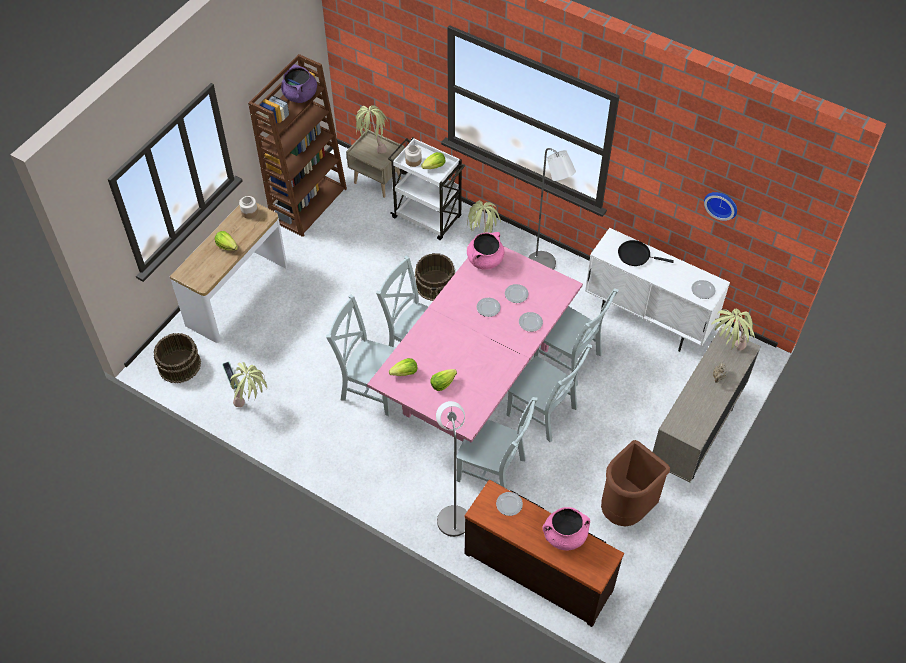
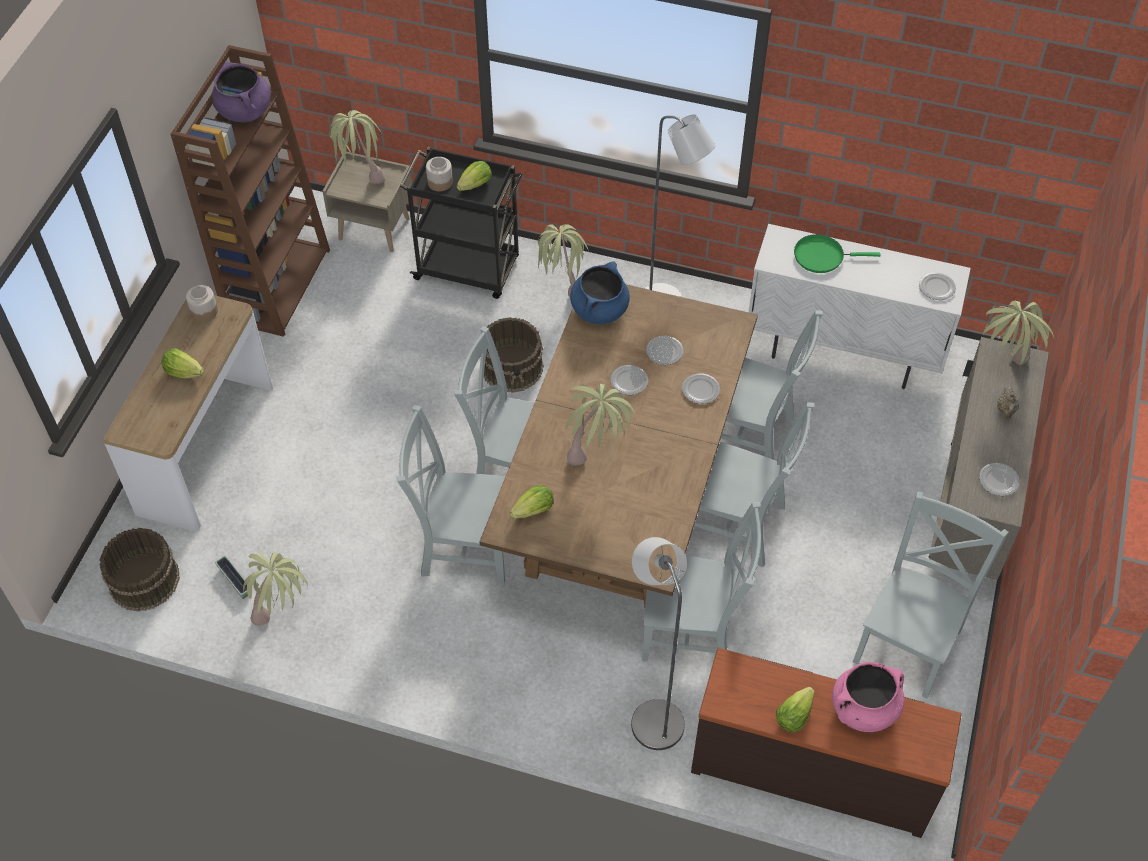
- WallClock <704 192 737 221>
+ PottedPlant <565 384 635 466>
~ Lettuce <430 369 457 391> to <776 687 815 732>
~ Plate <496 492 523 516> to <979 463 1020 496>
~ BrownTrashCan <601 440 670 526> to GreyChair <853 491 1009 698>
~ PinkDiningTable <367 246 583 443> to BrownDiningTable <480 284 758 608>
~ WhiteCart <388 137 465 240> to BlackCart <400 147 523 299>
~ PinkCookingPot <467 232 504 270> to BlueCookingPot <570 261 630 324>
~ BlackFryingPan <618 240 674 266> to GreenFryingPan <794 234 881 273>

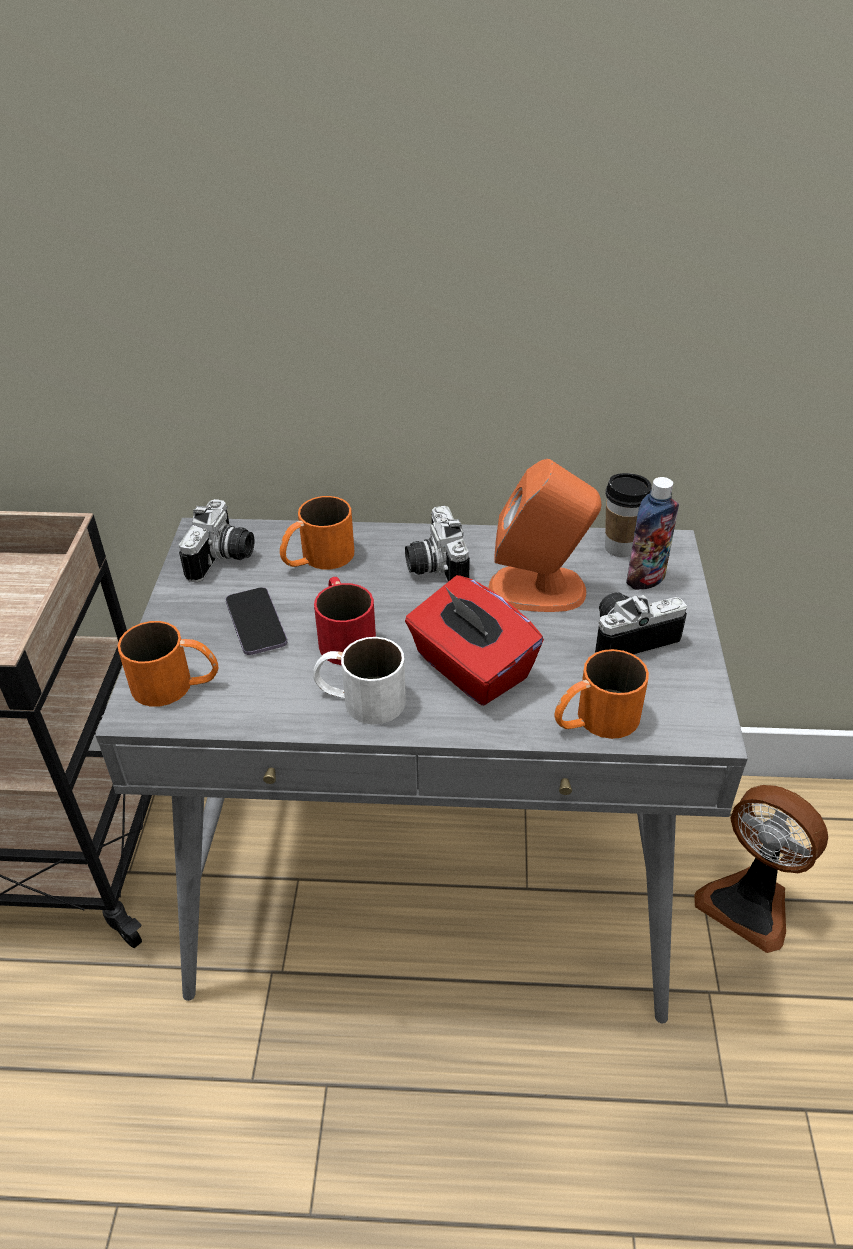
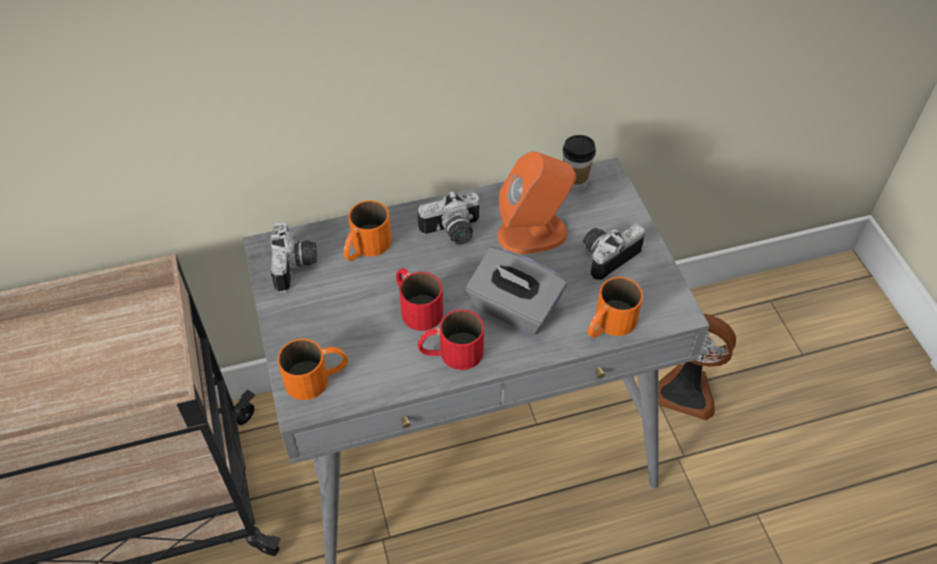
- Phone <226 587 287 655>
- Bottle <626 477 679 590>
~ WhiteMug <313 637 406 725> to RedMug <418 309 484 370>
~ RedTissueBox <405 575 544 705> to GreyTissueBox <466 247 567 335>
~ PhotoCamera <405 506 470 582> = <417 190 479 245> 75 degrees counterclockwise

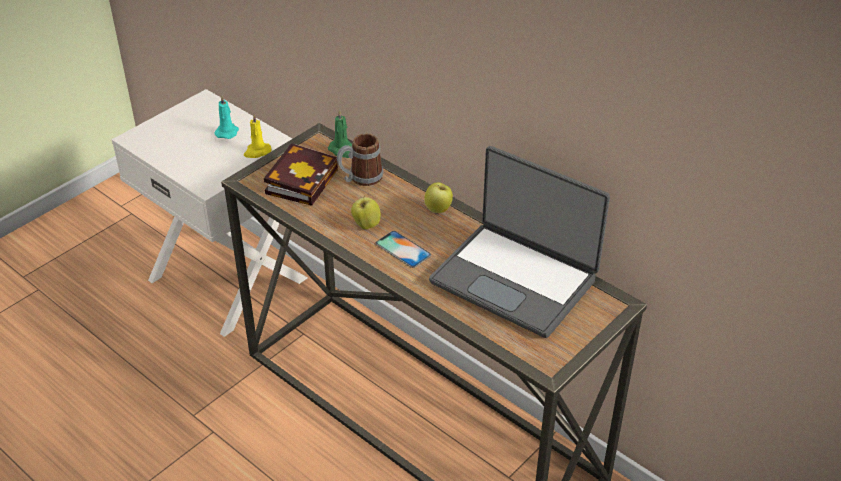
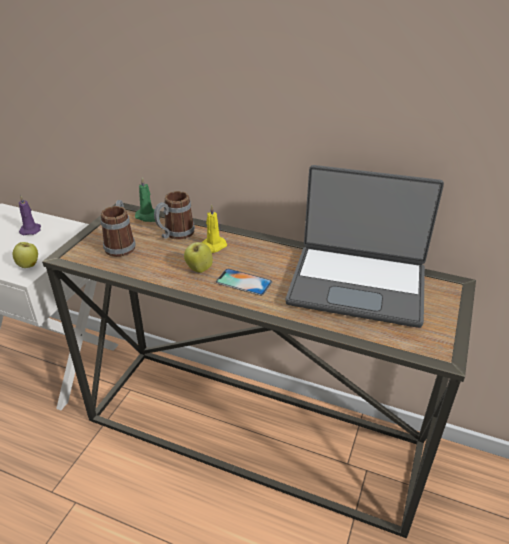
~ YellowCandle <244 114 272 158> to <202 205 227 253>
~ Apple <424 182 453 213> to <13 242 38 268>
~ Book <264 143 338 206> to Mug <101 200 135 257>
~ TurquoiseCandle <214 96 239 139> to PurpleCandle <19 195 41 235>

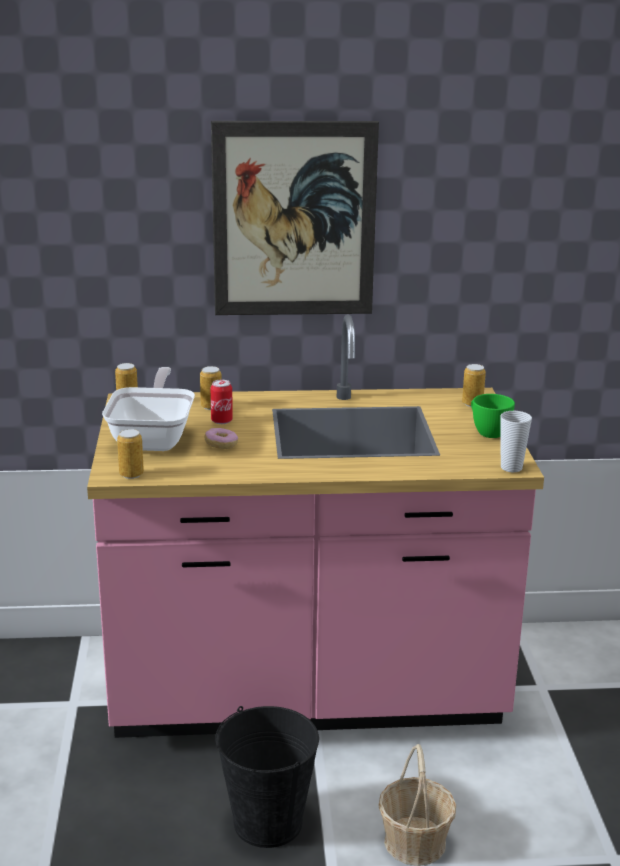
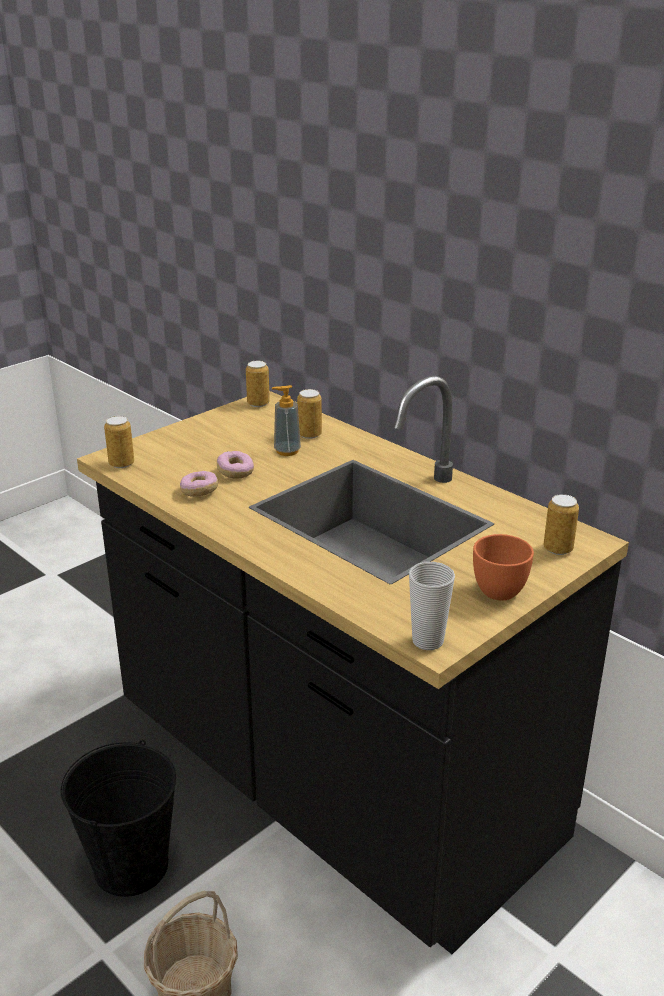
- FryingPan <102 367 195 451>
- Picture <211 121 379 315>
+ Donut <180 471 218 497>
~ Can <211 380 233 424> to SoapDispenser <272 385 301 456>
~ PinkCounter <87 315 544 738> to BlackCounter <77 376 629 954>
~ GreenCup <471 394 515 438> to OrangeCup <473 534 534 601>

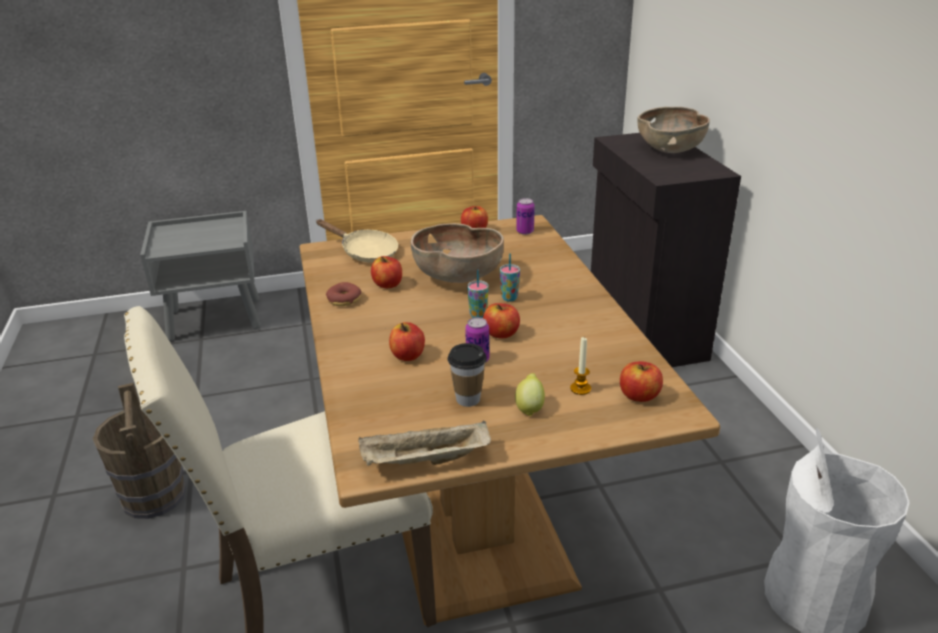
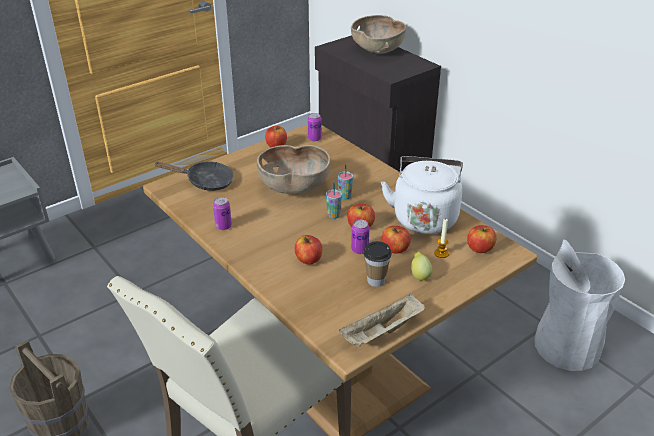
+ WhiteKettle <381 156 463 234>
~ Apple <371 256 402 288> to <382 226 411 254>
~ Donut <326 282 361 306> to Can <213 197 232 230>
~ BeigeFryingPan <316 219 398 263> to BlackFryingPan <154 161 234 191>

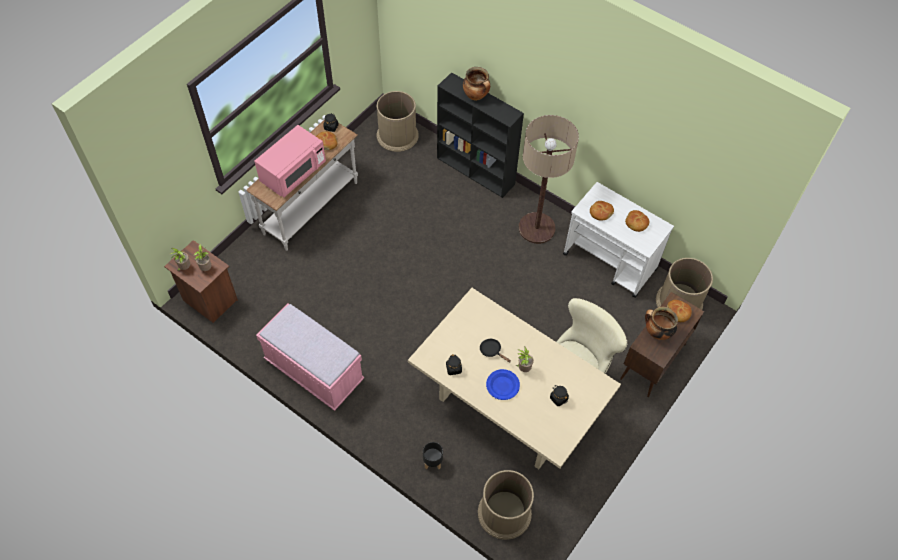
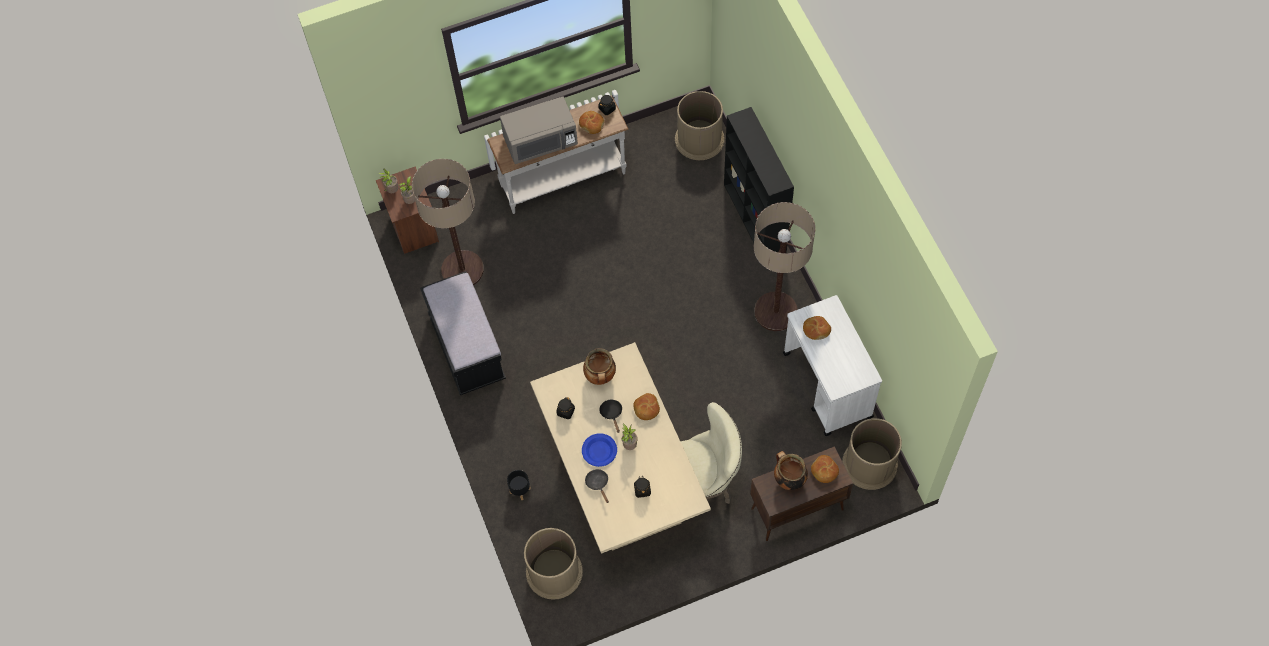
+ FloorLamp <412 159 484 285>
+ BlackFryingPan <585 469 609 503>
~ CookingPot <463 67 490 101> to <583 348 616 385>
~ Bread <625 210 649 232> to <633 393 660 420>
~ PinkMicrowave <254 125 326 197> to GreyMicrowave <500 97 578 164>
~ PinkBench <256 303 364 411> to BlackBench <420 271 506 395>

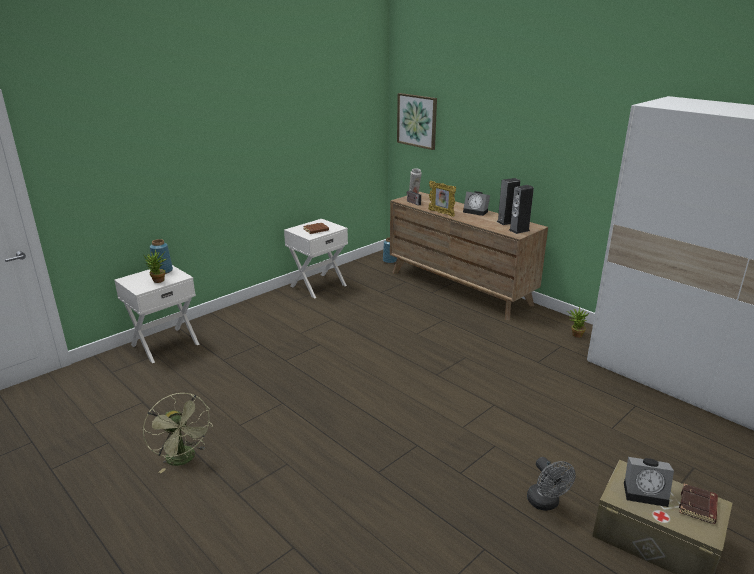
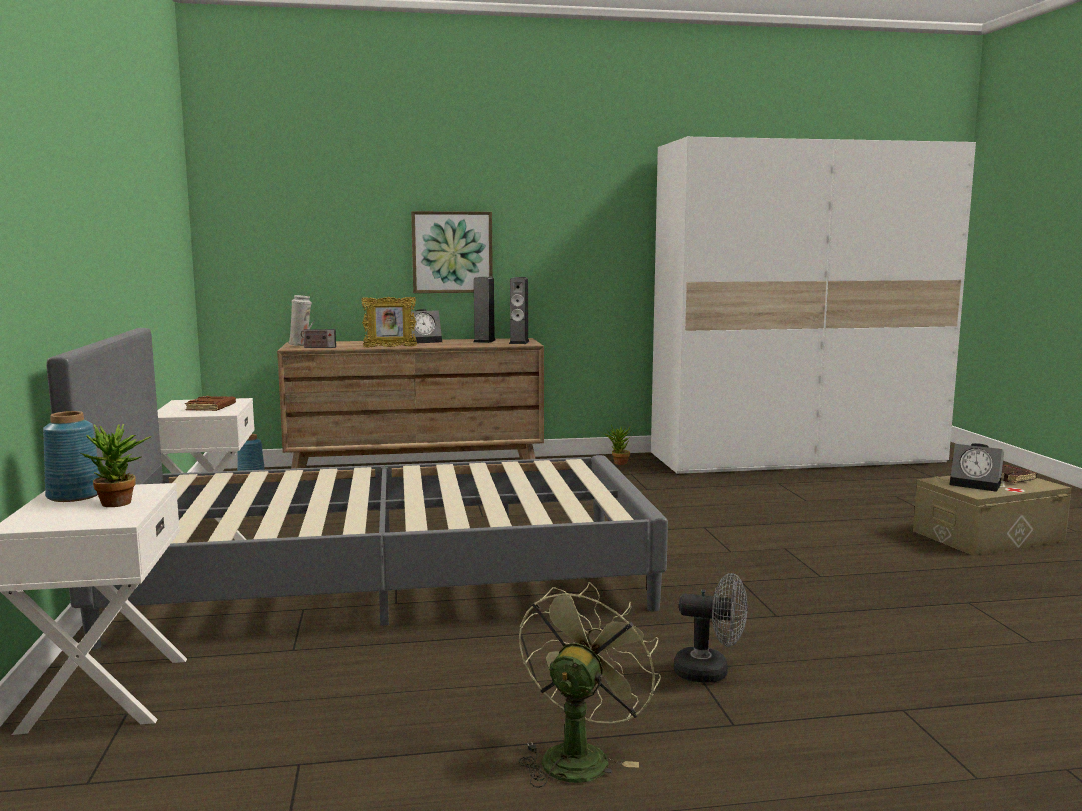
+ GreyBed <46 328 668 650>
~ Picture <397 93 437 150> to <411 211 493 293>
~ GreyFan <527 457 576 511> to <674 573 747 683>
~ GreenFan <143 393 213 473> = <518 582 661 788> 60 degrees counterclockwise
~ AlarmClock <624 457 674 507> = <950 443 1004 492> 75 degrees clockwise

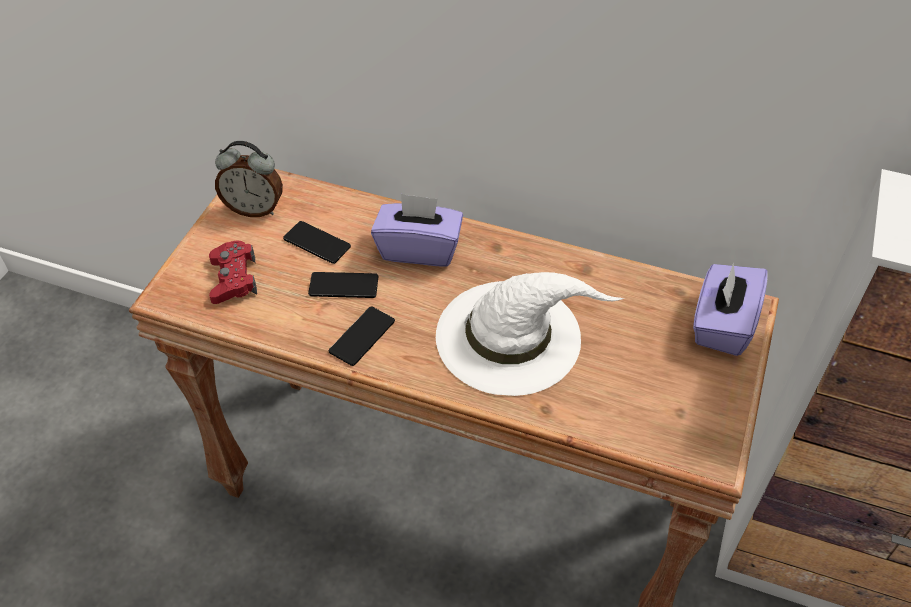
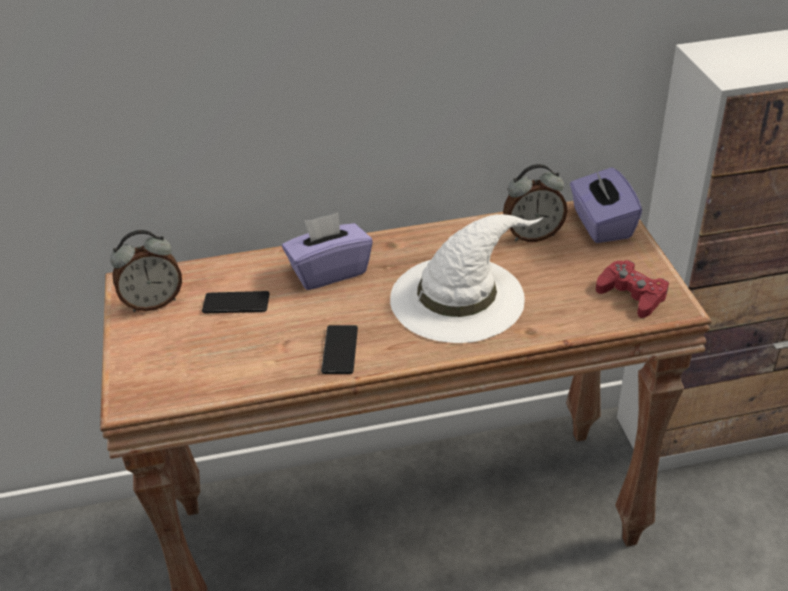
- Phone <308 272 378 298>
+ AlarmClock <503 164 568 242>
~ RedGameController <209 240 257 304> to <596 260 669 318>

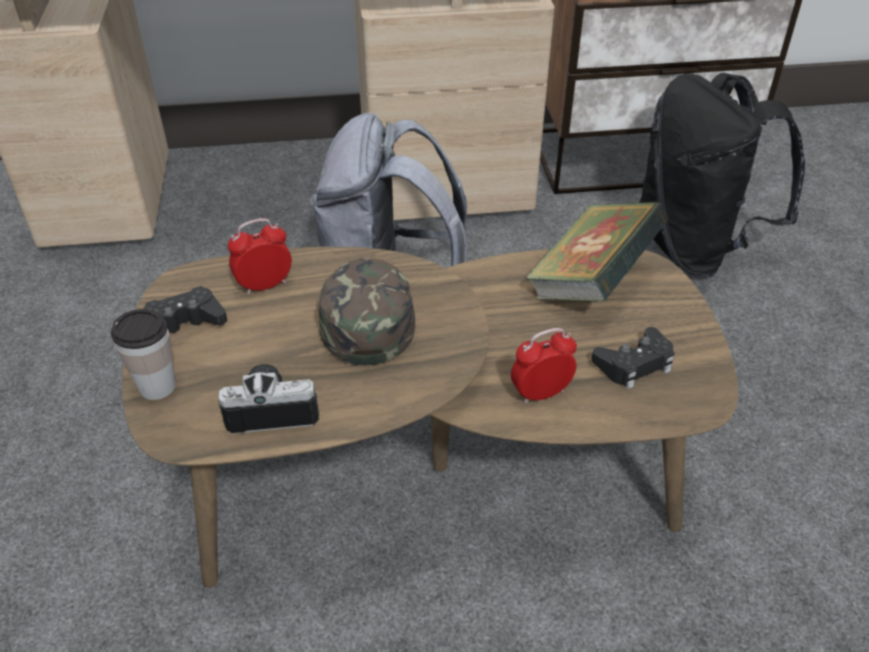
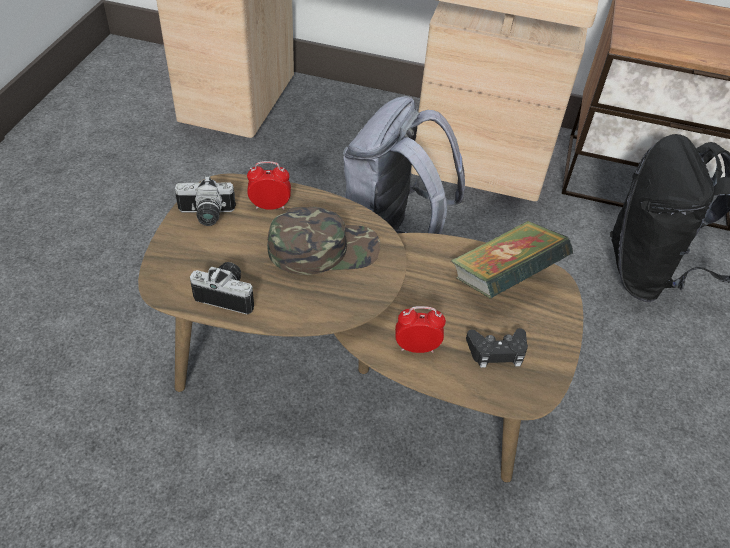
- Cup <111 309 176 400>
~ BlackGameController <144 286 227 333> to PhotoCamera <175 176 236 226>
~ GreenCap <318 258 415 365> = <267 207 380 275> 60 degrees clockwise

